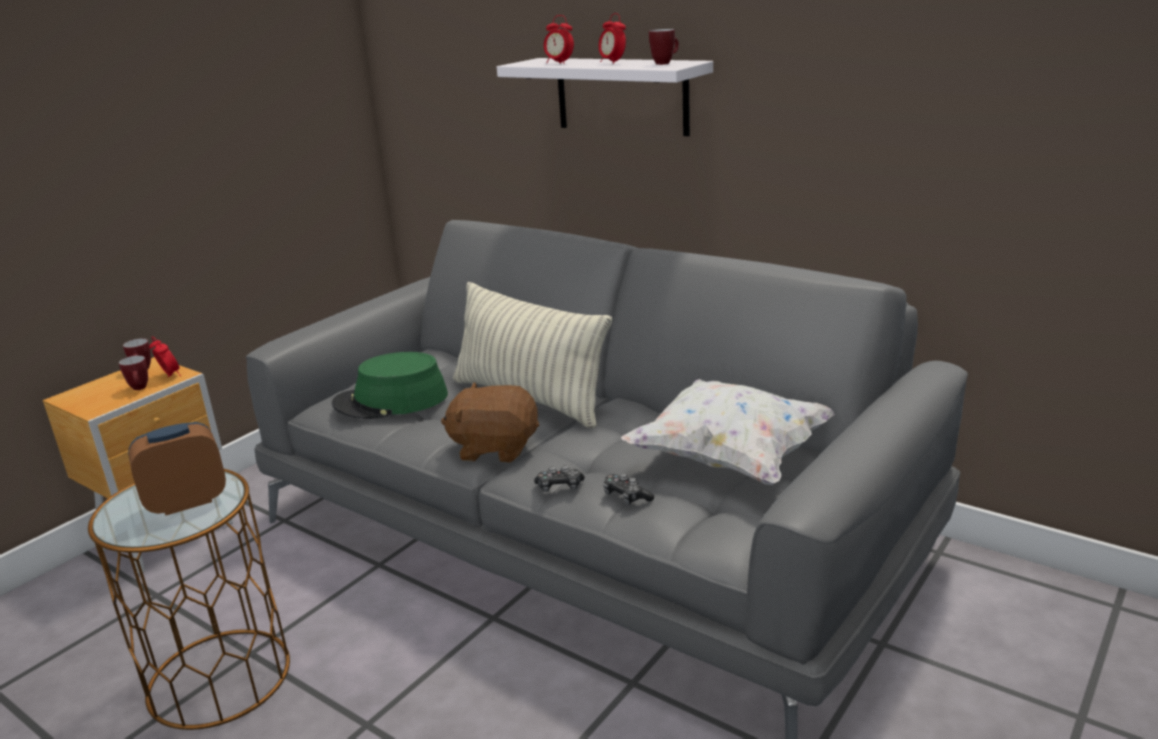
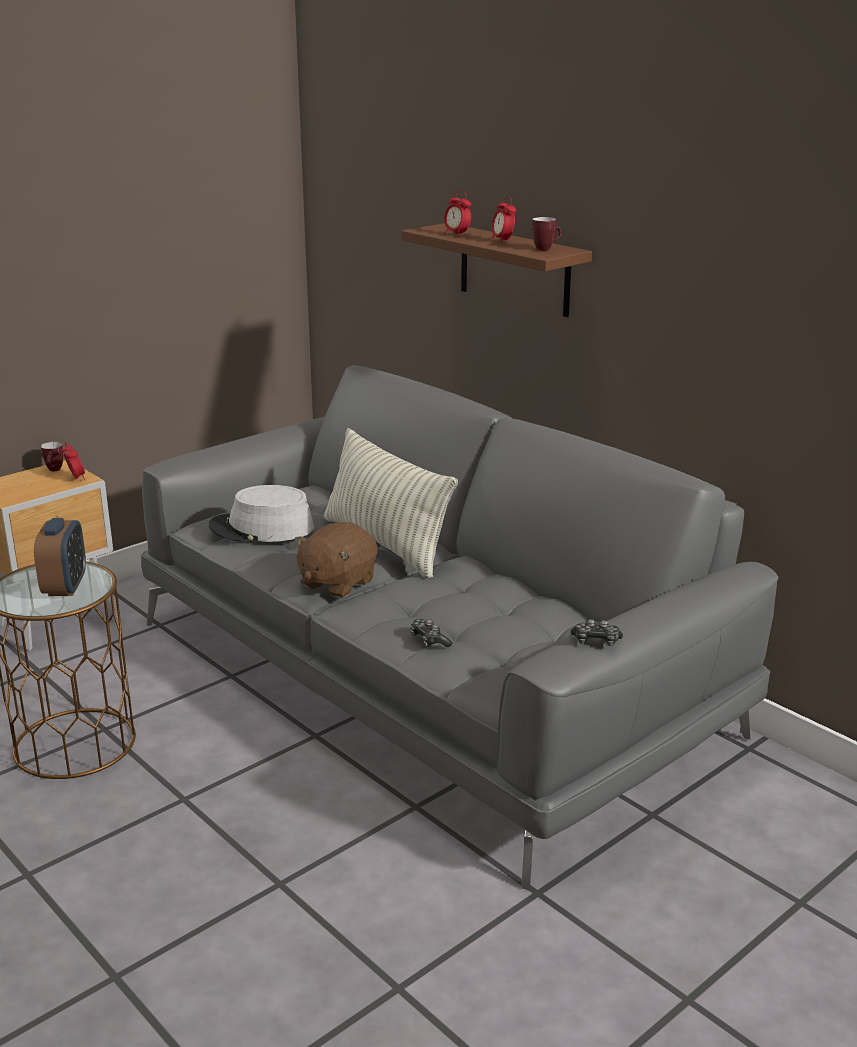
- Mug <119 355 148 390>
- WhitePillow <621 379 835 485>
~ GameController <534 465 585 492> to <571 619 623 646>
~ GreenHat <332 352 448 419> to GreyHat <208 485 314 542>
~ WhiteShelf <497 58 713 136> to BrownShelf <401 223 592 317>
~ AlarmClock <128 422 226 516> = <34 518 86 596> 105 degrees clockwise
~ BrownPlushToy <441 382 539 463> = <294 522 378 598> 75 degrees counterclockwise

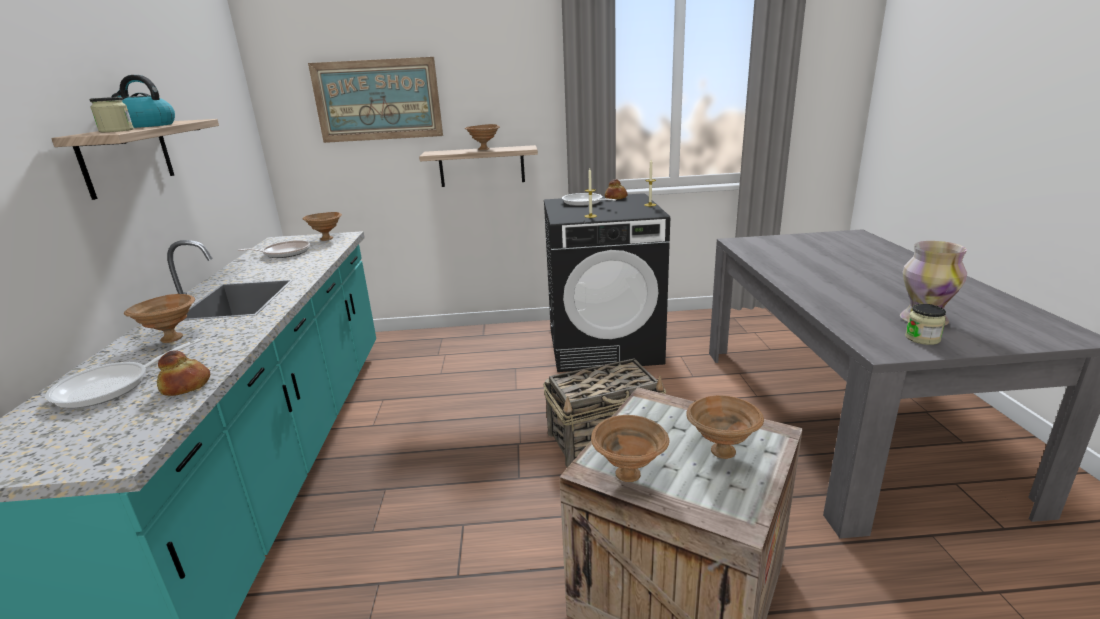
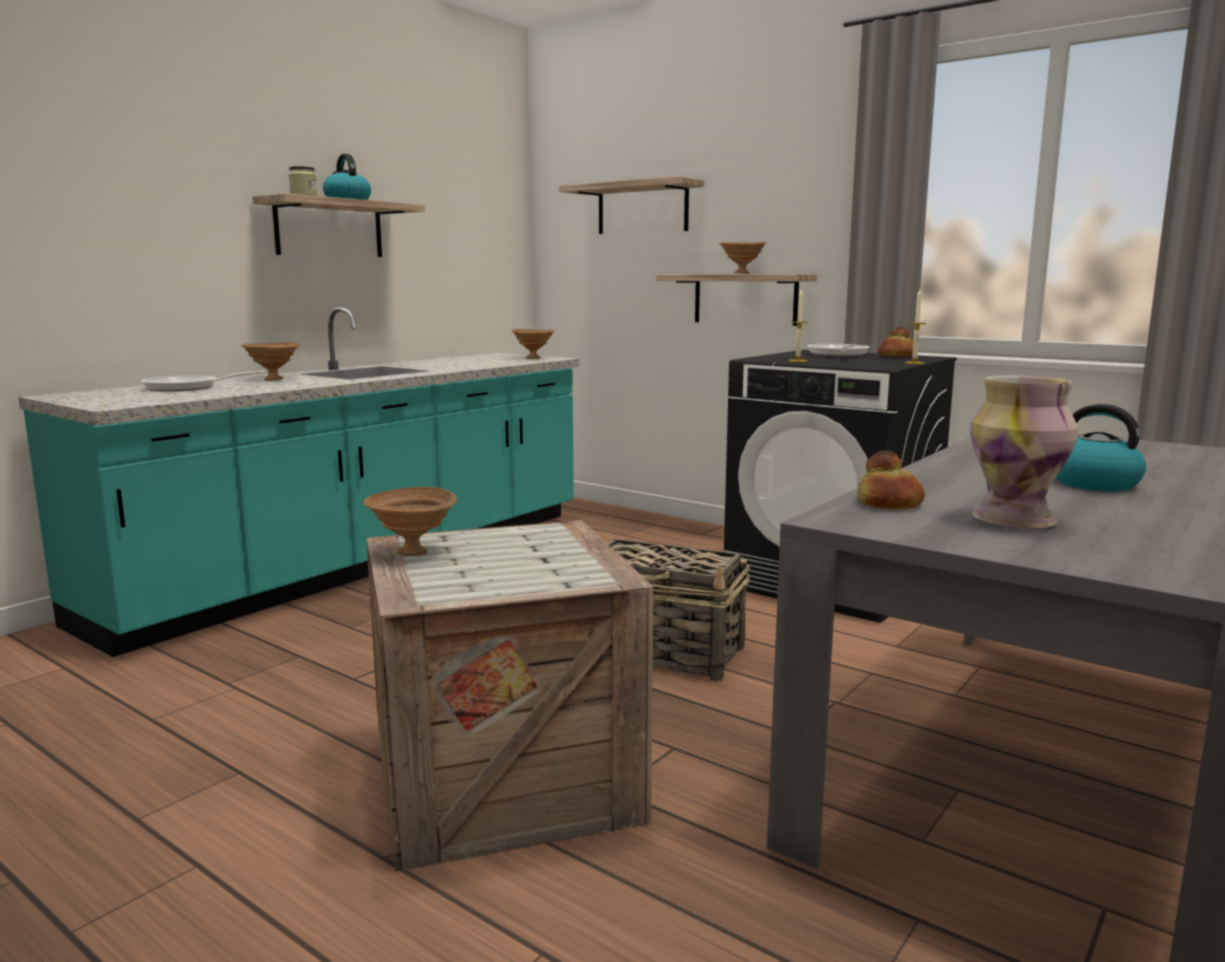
- FryingPan <238 240 310 258>
- BrownBowl <686 395 764 459>
- Jar <905 304 946 345>
+ Kettle <1056 404 1146 491>
~ Bread <157 350 210 396> to <857 450 925 509>
~ Picture <308 57 443 143> to Shelf <559 176 704 234>

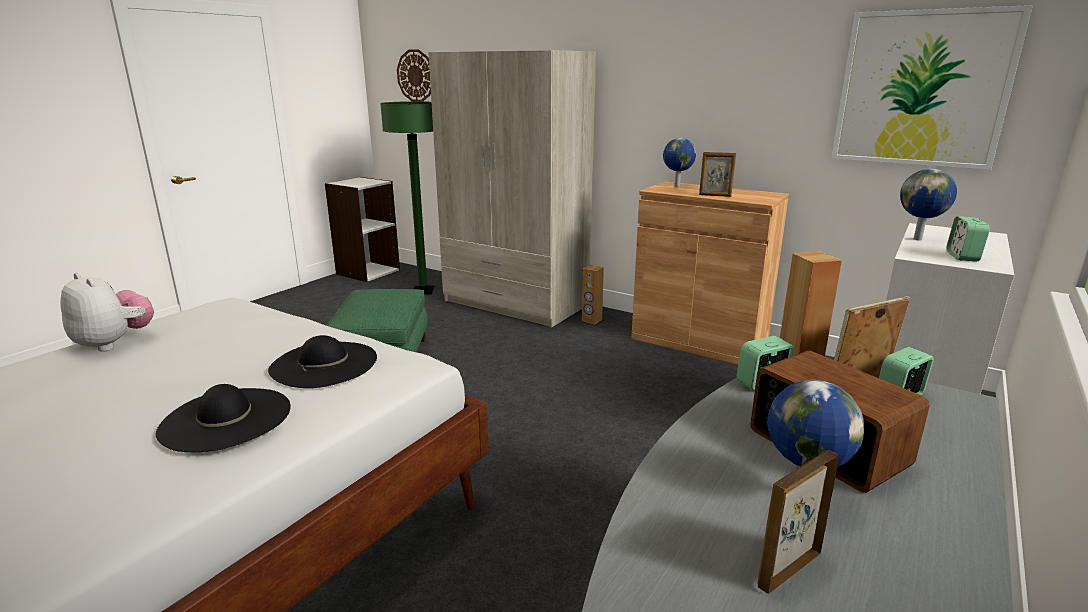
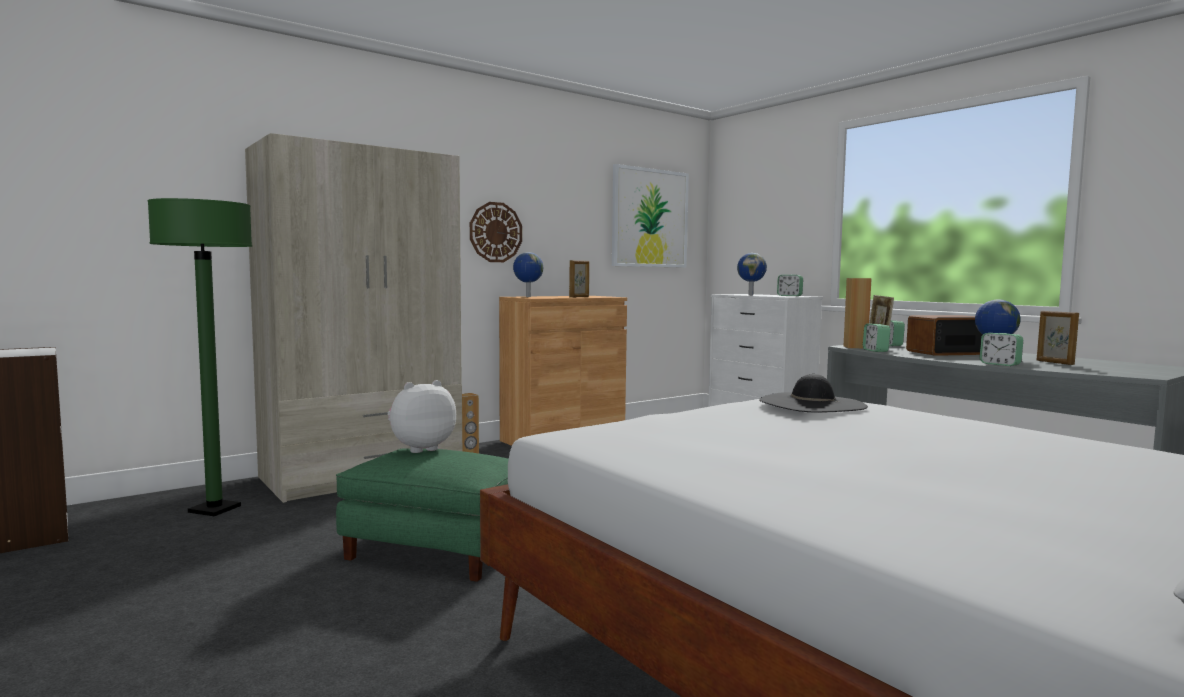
- BlackHat <156 384 291 452>
+ AlarmClock <980 333 1023 366>
~ PlushToy <60 273 154 352> to <388 380 456 453>
~ WallClock <397 49 431 101> to <470 202 522 262>

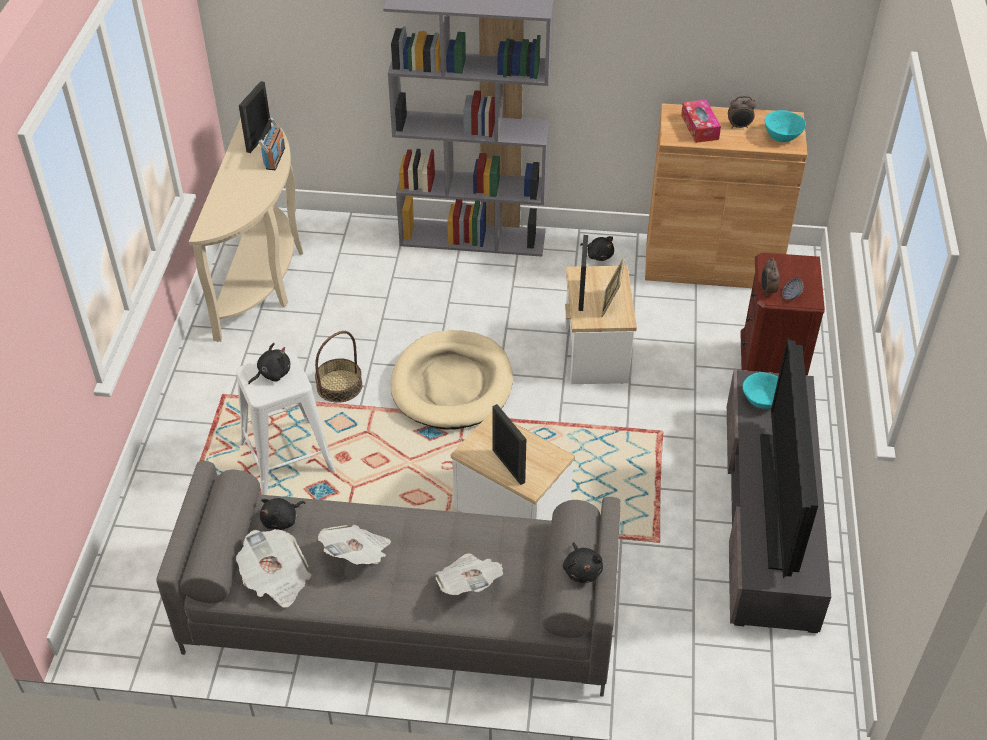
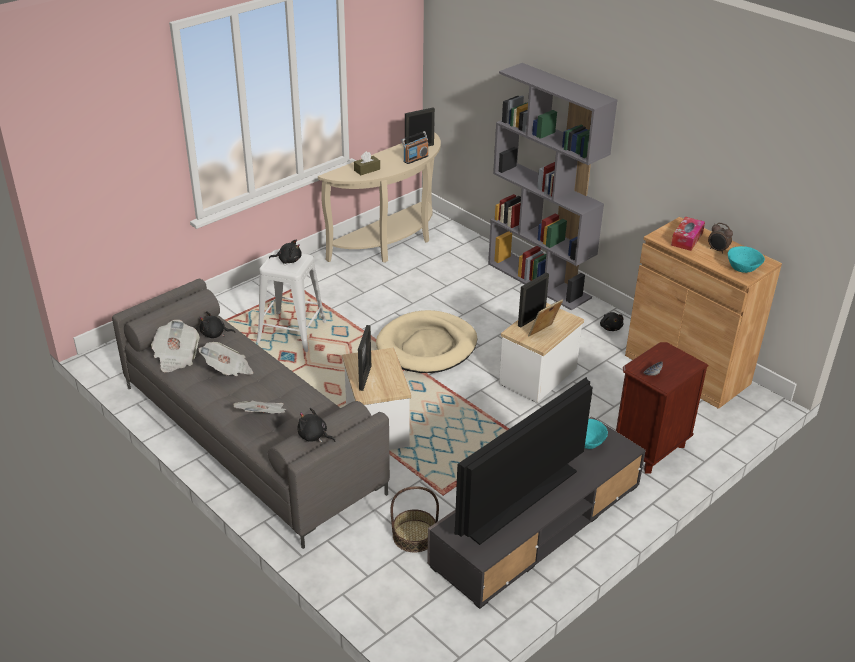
- AlarmClock <761 258 780 297>
+ BrownTissueBox <354 151 380 175>
~ Basket <315 331 363 403> to <390 486 439 552>
~ BlackPlushToy <563 542 603 583> = <298 408 336 443> 90 degrees clockwise

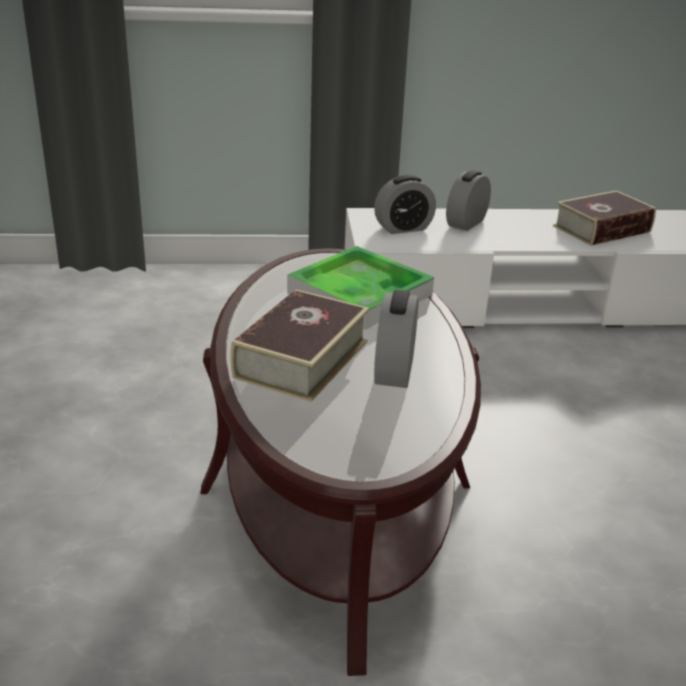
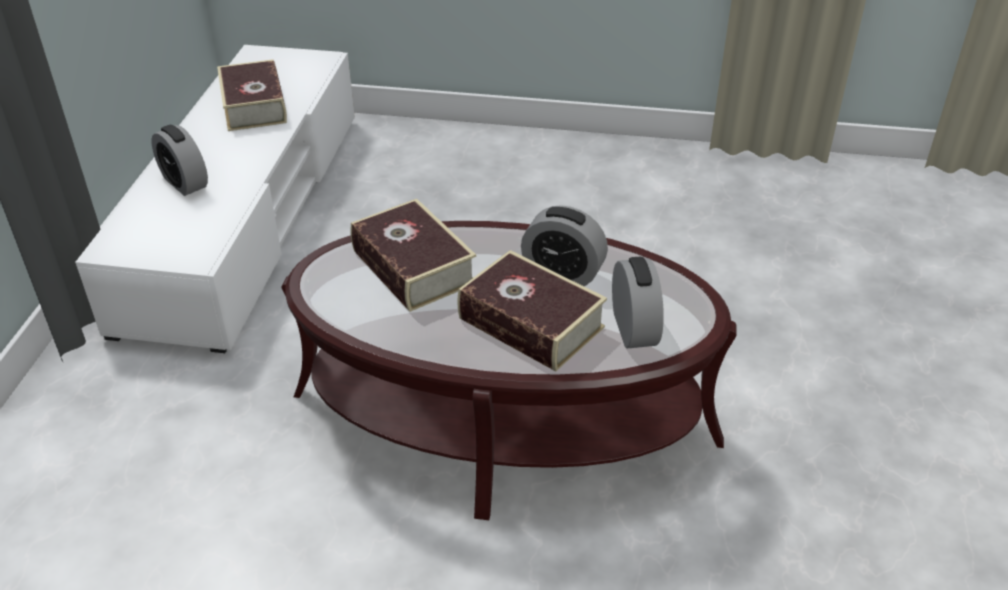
~ AlarmClock <374 175 436 234> to <612 257 664 349>
~ Tray <287 246 434 330> to Book <351 199 476 312>

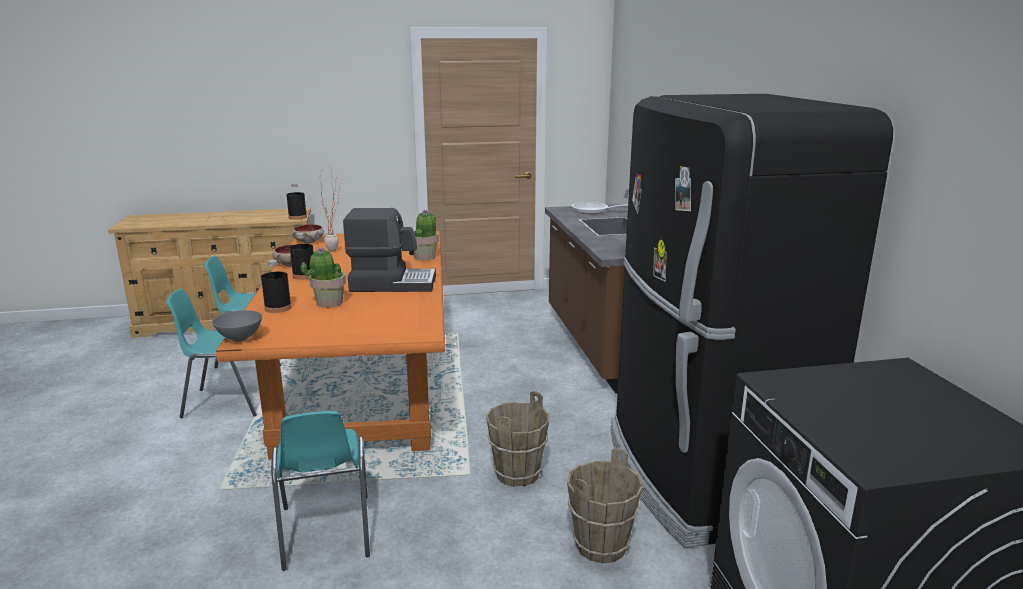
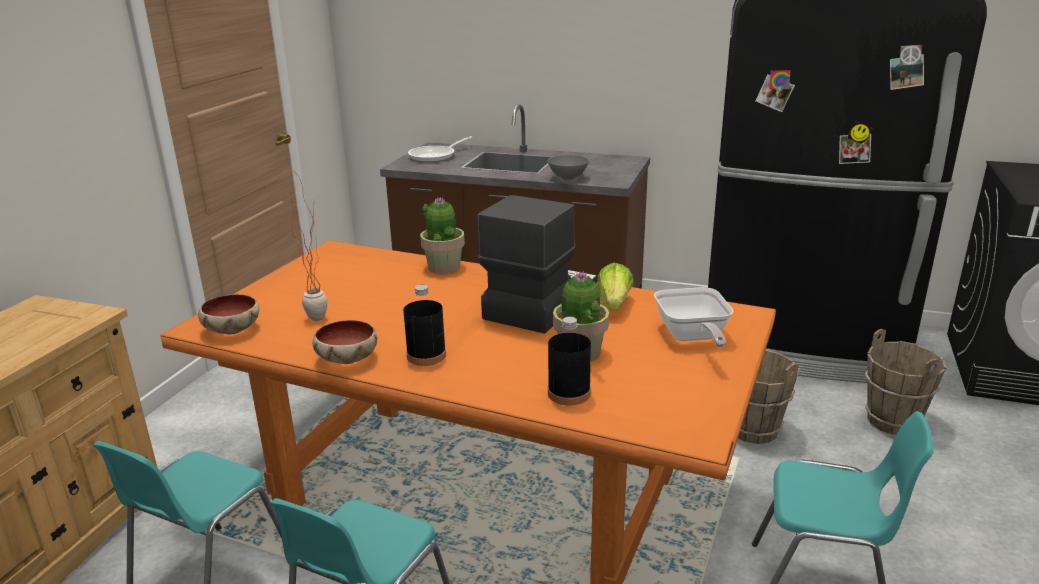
- BlackBottle <286 183 307 220>
+ Lettuce <597 263 634 311>
+ FryingPan <654 287 734 348>
~ GreyBowl <212 310 262 342> to <547 155 589 181>

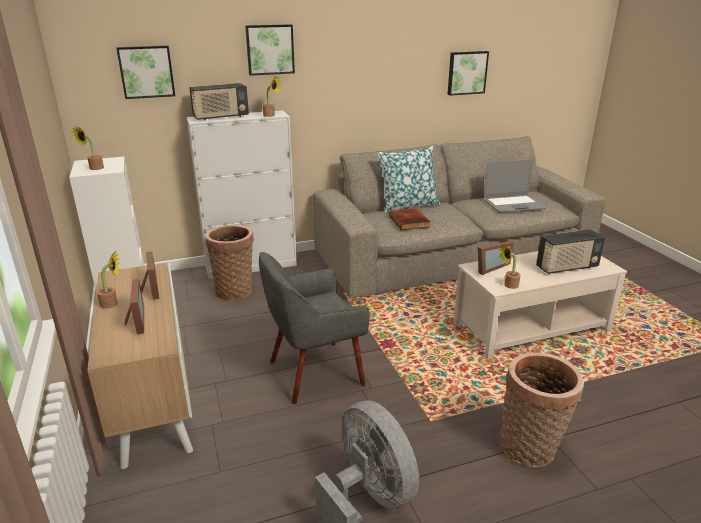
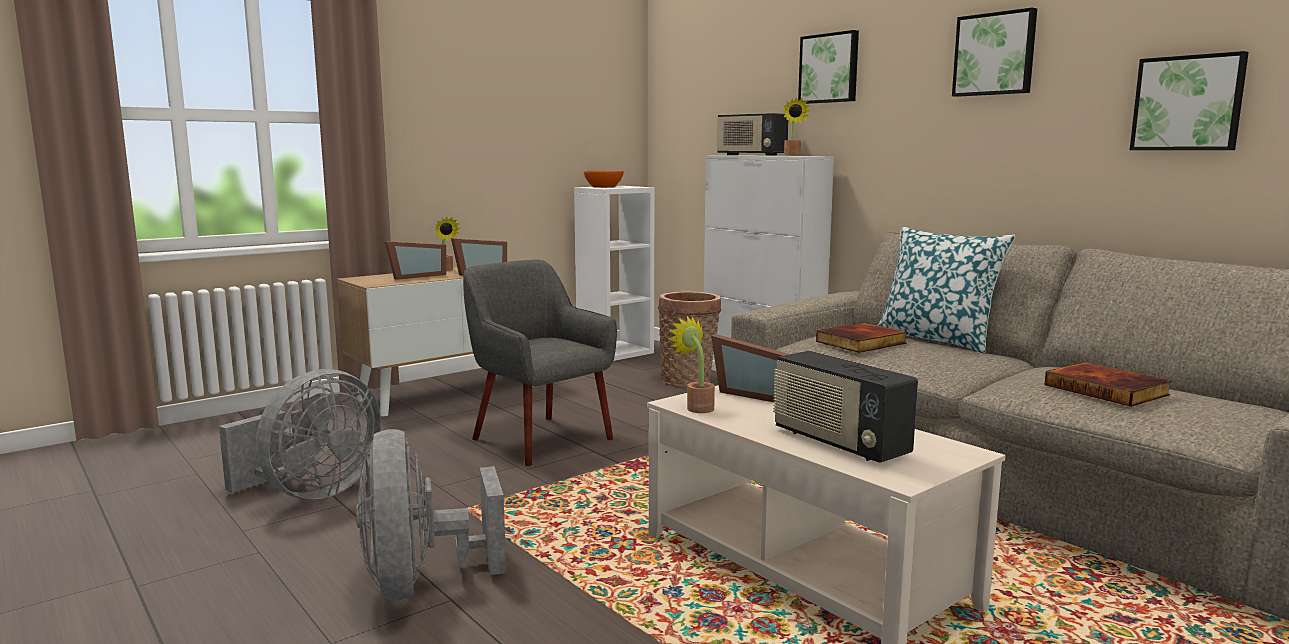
~ Picture <116 45 175 99> to <952 7 1037 97>
~ PottedPlant <72 126 104 170> to OrangeBowl <584 171 624 188>
~ Laptop <484 160 546 212> to Book <1045 362 1172 407>
~ Basket <500 352 584 468> to GreyFan <356 429 506 600>

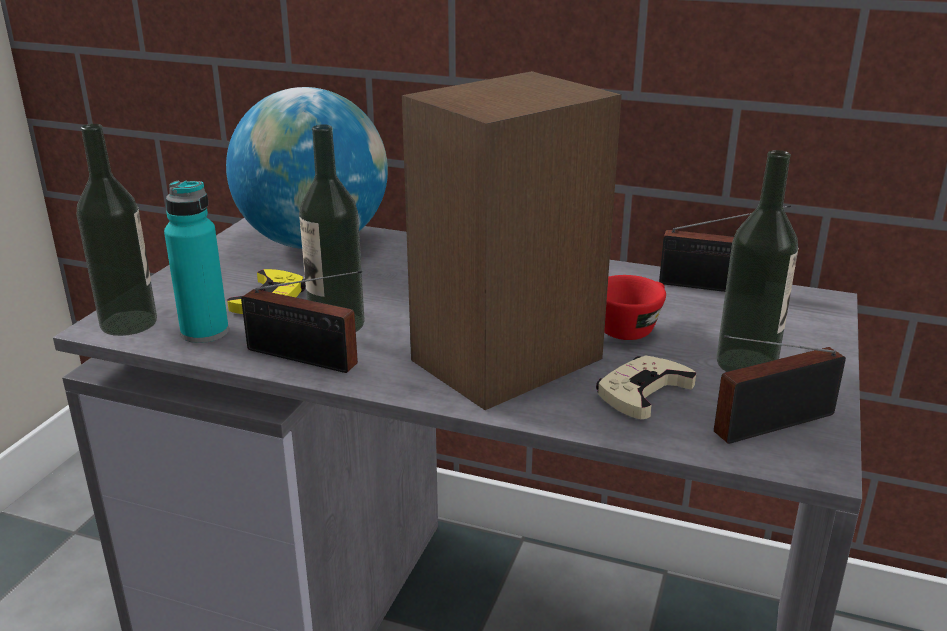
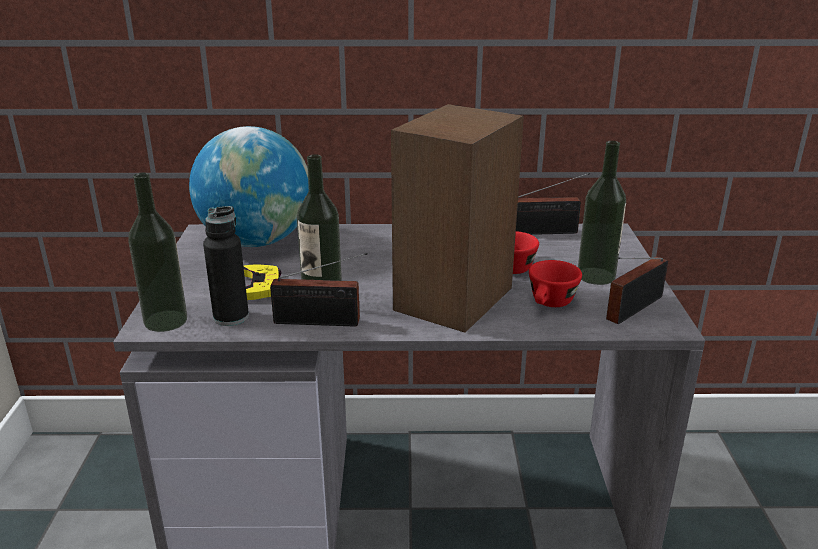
~ BeigeGameController <596 356 696 419> to RedCup <529 260 582 307>
~ TurquoiseBottle <164 181 229 343> to BlackBottle <203 206 249 326>

